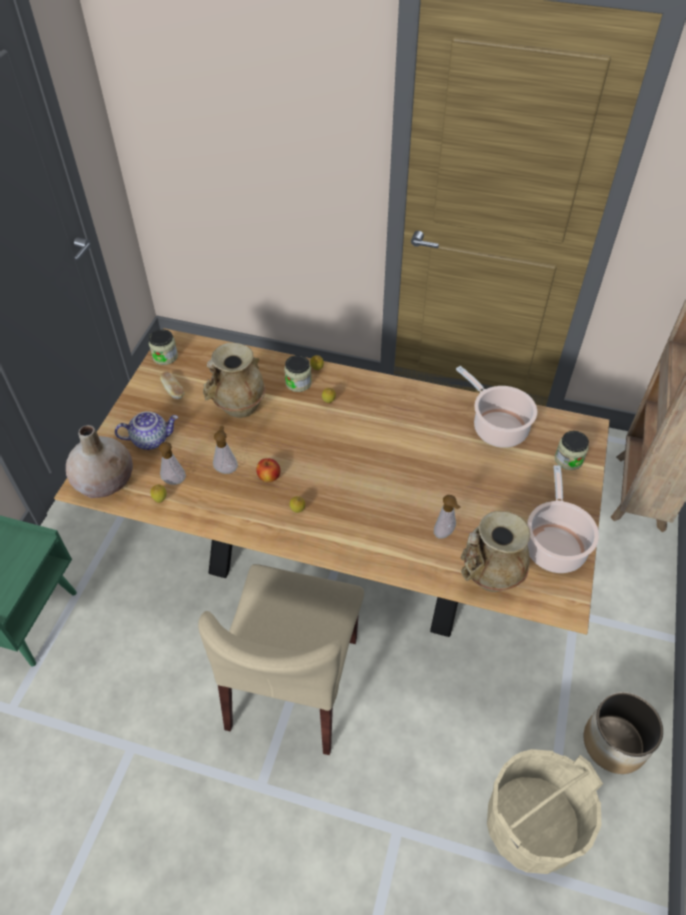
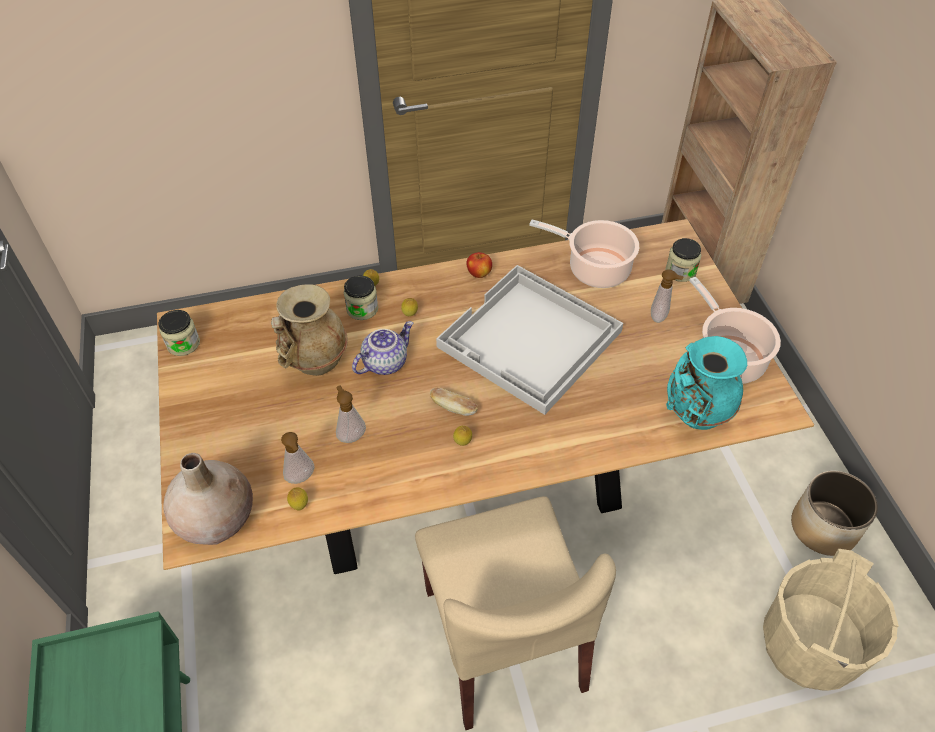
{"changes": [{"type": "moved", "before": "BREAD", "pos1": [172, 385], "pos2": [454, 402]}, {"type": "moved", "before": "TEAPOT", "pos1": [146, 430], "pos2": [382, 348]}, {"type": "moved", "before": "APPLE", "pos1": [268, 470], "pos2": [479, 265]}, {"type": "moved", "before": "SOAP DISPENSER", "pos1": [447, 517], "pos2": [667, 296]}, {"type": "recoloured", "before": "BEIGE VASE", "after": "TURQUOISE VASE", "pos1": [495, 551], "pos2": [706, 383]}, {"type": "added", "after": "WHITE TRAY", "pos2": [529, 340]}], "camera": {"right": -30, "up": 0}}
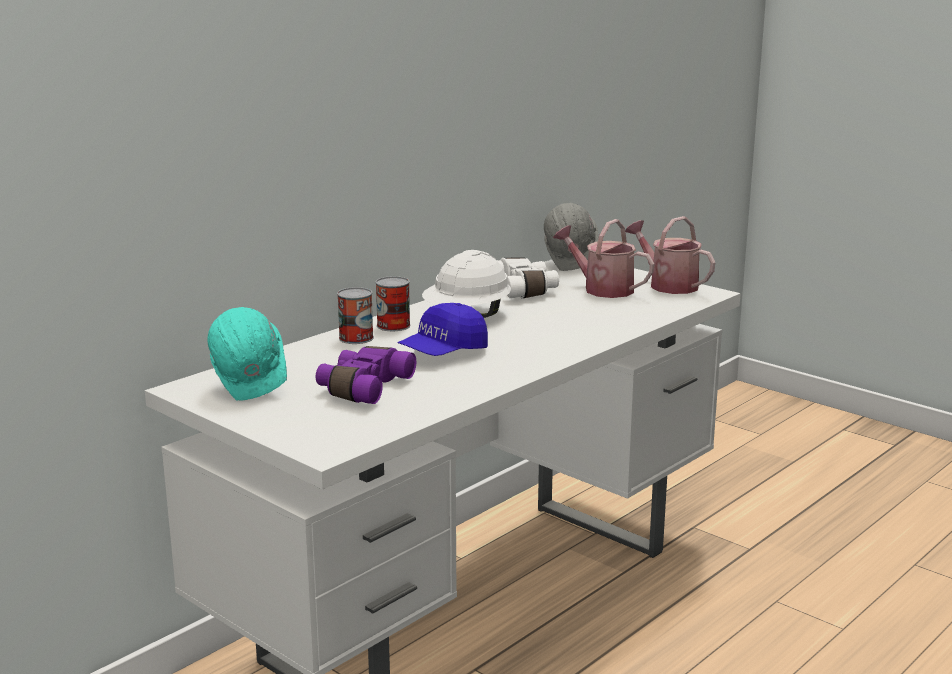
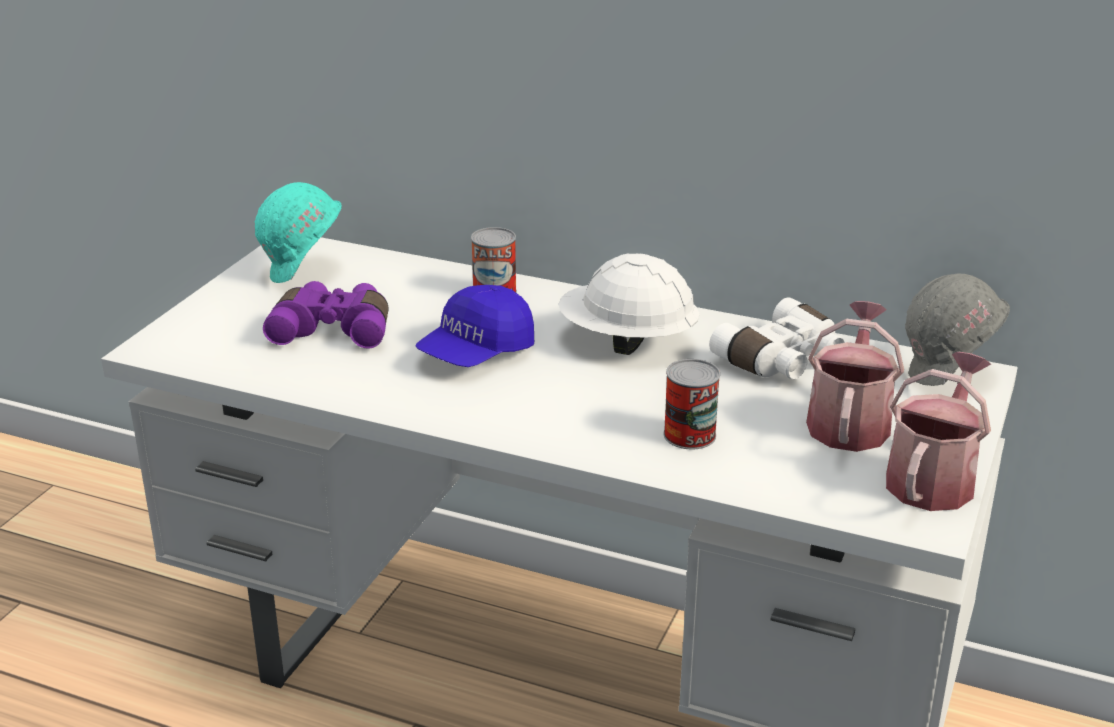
{"changes": [{"type": "moved", "before": "CAN", "pos1": [393, 303], "pos2": [692, 404]}, {"type": "turned", "before": "BLUE CAP", "pos1": [443, 329], "pos2": [474, 326], "turn": -75}], "camera": {"right": 70, "up": 10}}
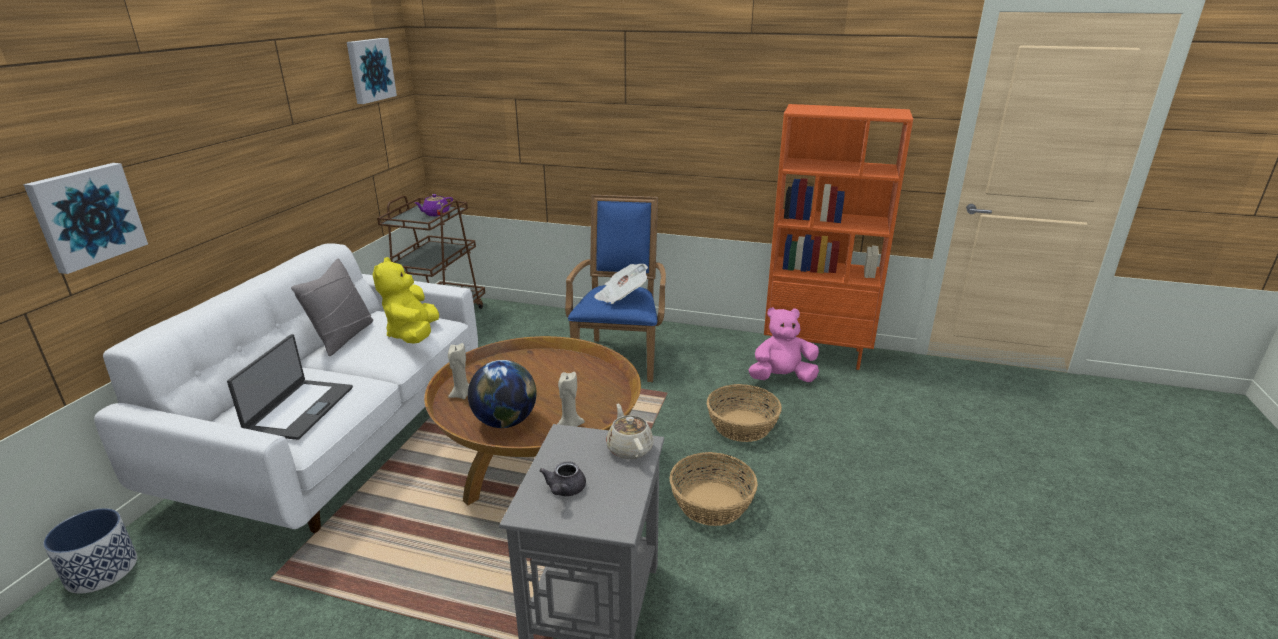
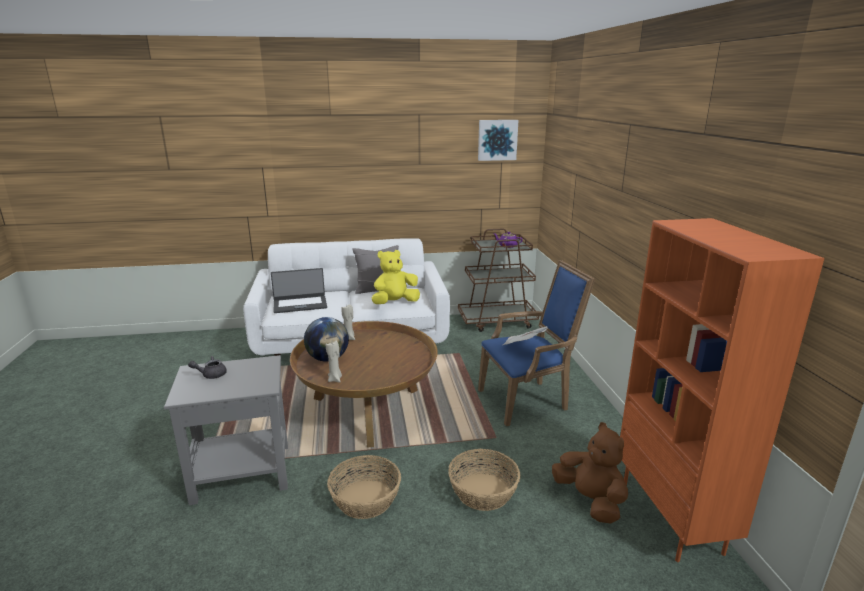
{"changes": [{"type": "removed", "before": "PICTURE", "pos1": [85, 218]}, {"type": "recoloured", "before": "PINK PLUSH TOY", "after": "BROWN PLUSH TOY", "pos1": [784, 344], "pos2": [590, 472]}, {"type": "removed", "before": "BEIGE TEAPOT", "pos1": [630, 431]}, {"type": "removed", "before": "PLANTER", "pos1": [90, 551]}], "camera": {"right": 65, "up": -5}}
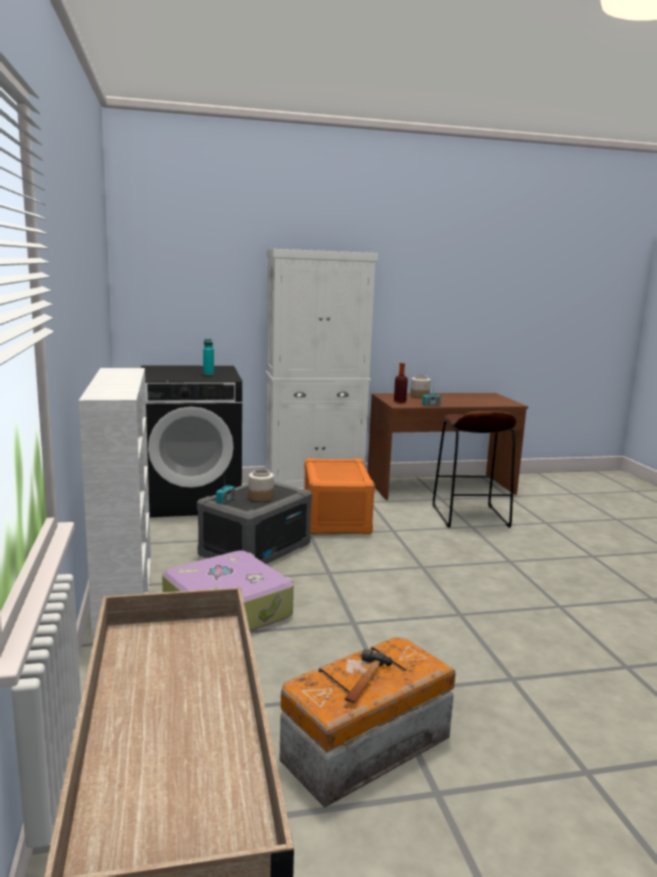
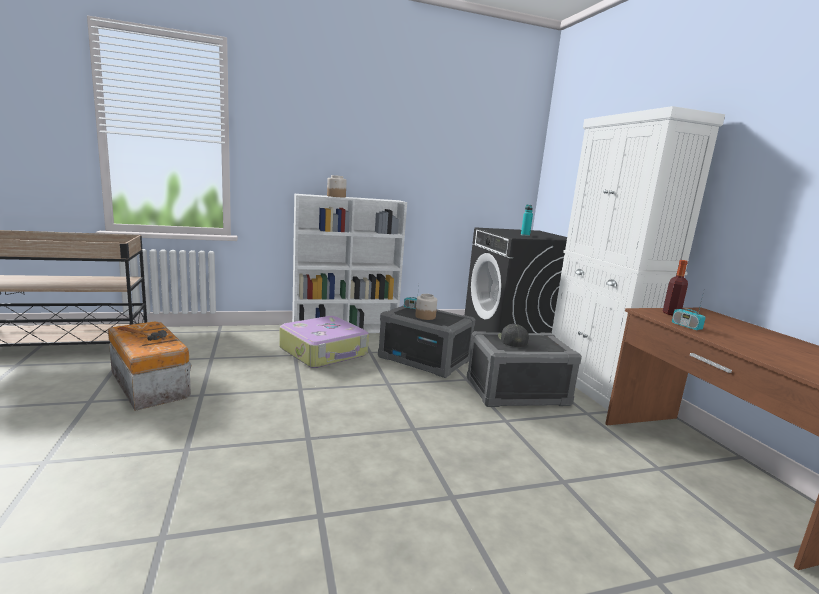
{"changes": [{"type": "moved", "before": "JAR", "pos1": [420, 386], "pos2": [337, 186]}, {"type": "removed", "before": "BROWN STOOL", "pos1": [474, 469]}, {"type": "recoloured", "before": "ORANGE STORAGE BOX", "after": "GREY STORAGE BOX", "pos1": [339, 496], "pos2": [524, 369]}, {"type": "added", "after": "BLACK CAP", "pos2": [513, 335]}], "camera": {"right": 85, "up": 0}}
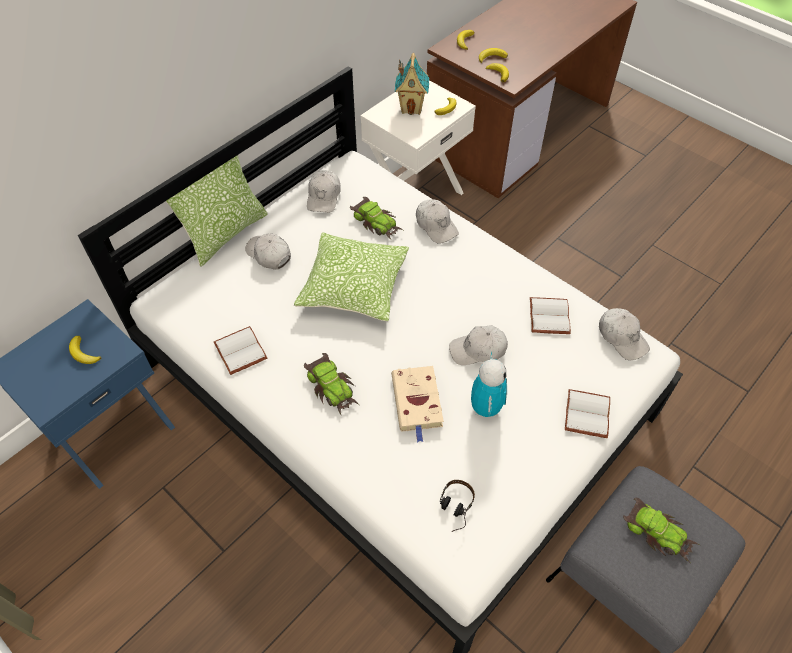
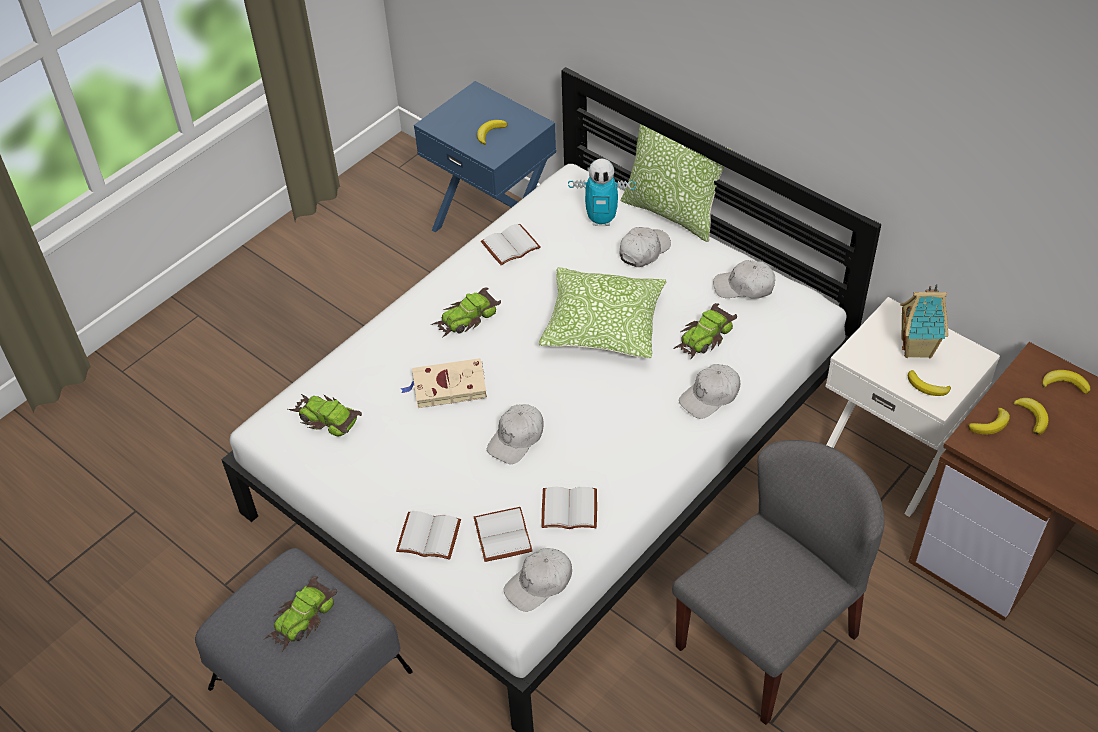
{"changes": [{"type": "turned", "before": "WHITE CAP", "pos1": [478, 345], "pos2": [515, 434], "turn": -135}, {"type": "moved", "before": "TOY ROBOT", "pos1": [489, 384], "pos2": [602, 192]}, {"type": "replaced", "before": "HEADPHONES", "after": "TOY CAR", "pos1": [457, 506], "pos2": [325, 415]}, {"type": "added", "after": "GREY CHAIR", "pos2": [778, 582]}, {"type": "added", "after": "WHITE BOOK", "pos2": [503, 534]}], "camera": {"right": 90, "up": -5}}
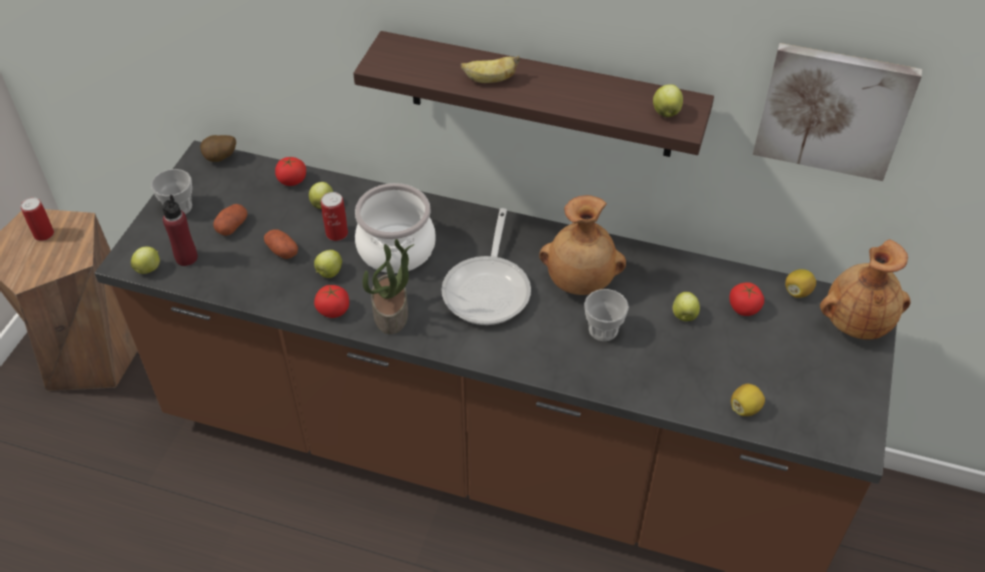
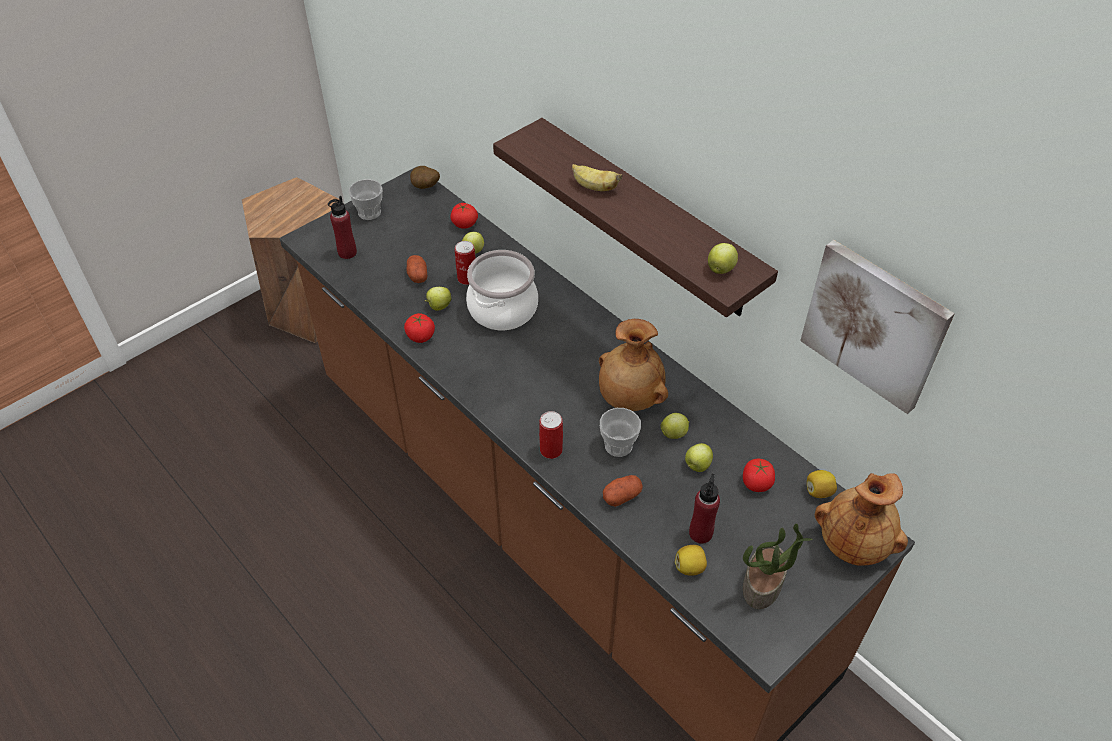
{"changes": [{"type": "moved", "before": "CAN", "pos1": [37, 219], "pos2": [551, 435]}, {"type": "moved", "before": "POTATO", "pos1": [230, 220], "pos2": [623, 491]}, {"type": "removed", "before": "FRYING PAN", "pos1": [486, 266]}, {"type": "moved", "before": "POTTED PLANT", "pos1": [388, 286], "pos2": [778, 566]}, {"type": "moved", "before": "APPLE", "pos1": [145, 260], "pos2": [675, 426]}, {"type": "added", "after": "RED BOTTLE", "pos2": [704, 509]}], "camera": {"right": 30, "up": 0}}
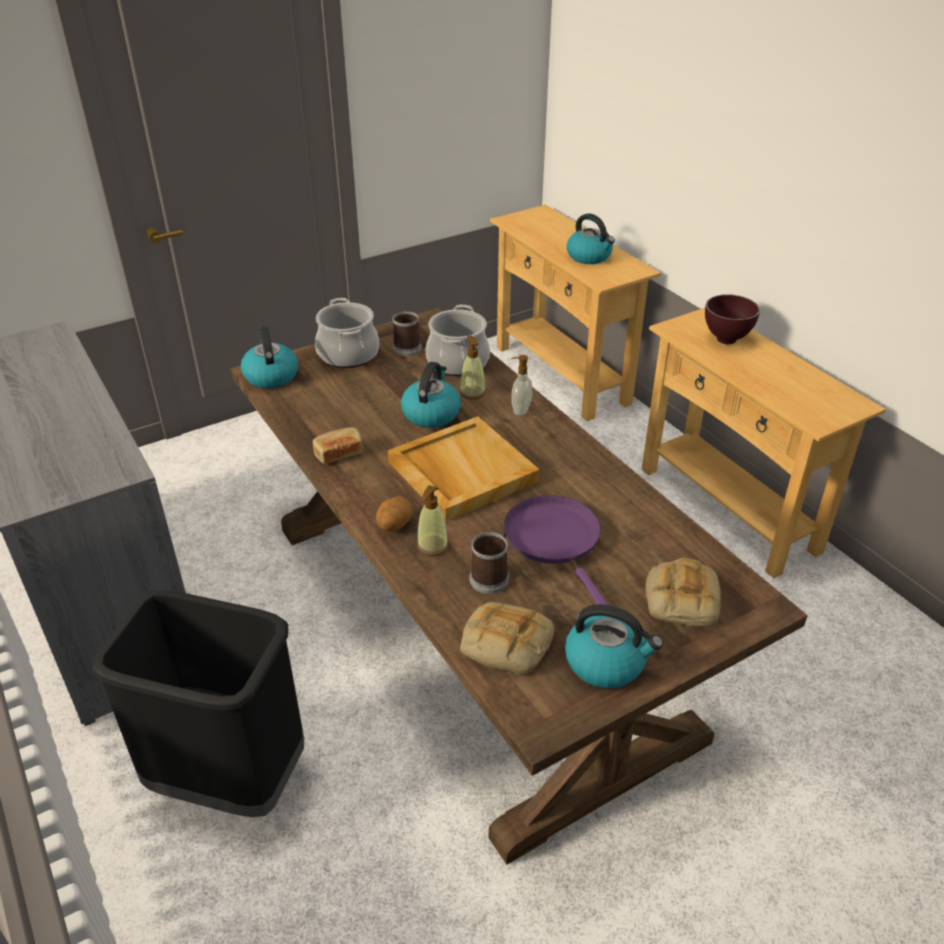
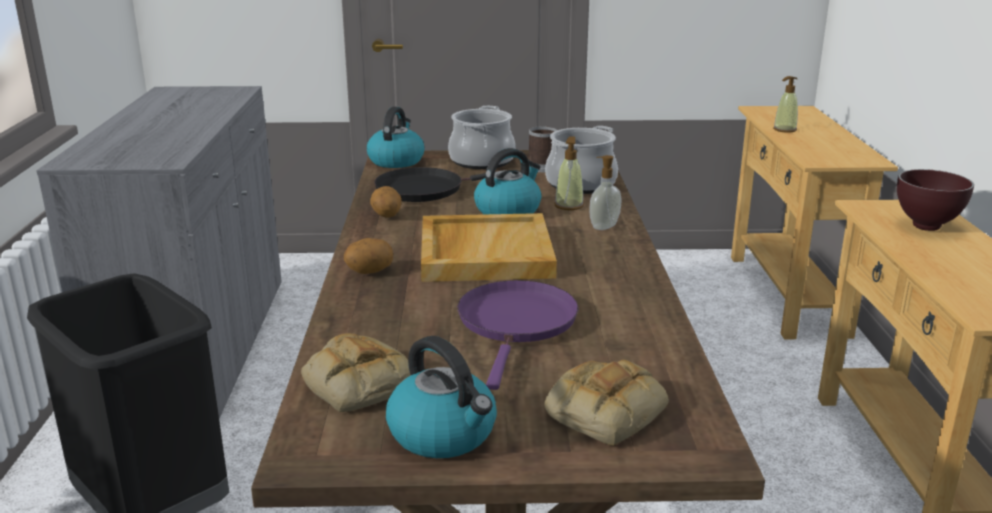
{"changes": [{"type": "removed", "before": "KETTLE", "pos1": [591, 238]}, {"type": "replaced", "before": "BREAD", "after": "POTATO", "pos1": [338, 445], "pos2": [386, 202]}, {"type": "moved", "before": "SOAP DISPENSER", "pos1": [433, 520], "pos2": [785, 104]}, {"type": "removed", "before": "MUG", "pos1": [489, 561]}, {"type": "added", "after": "BLACK FRYING PAN", "pos2": [447, 184]}], "camera": {"right": 30, "up": -15}}
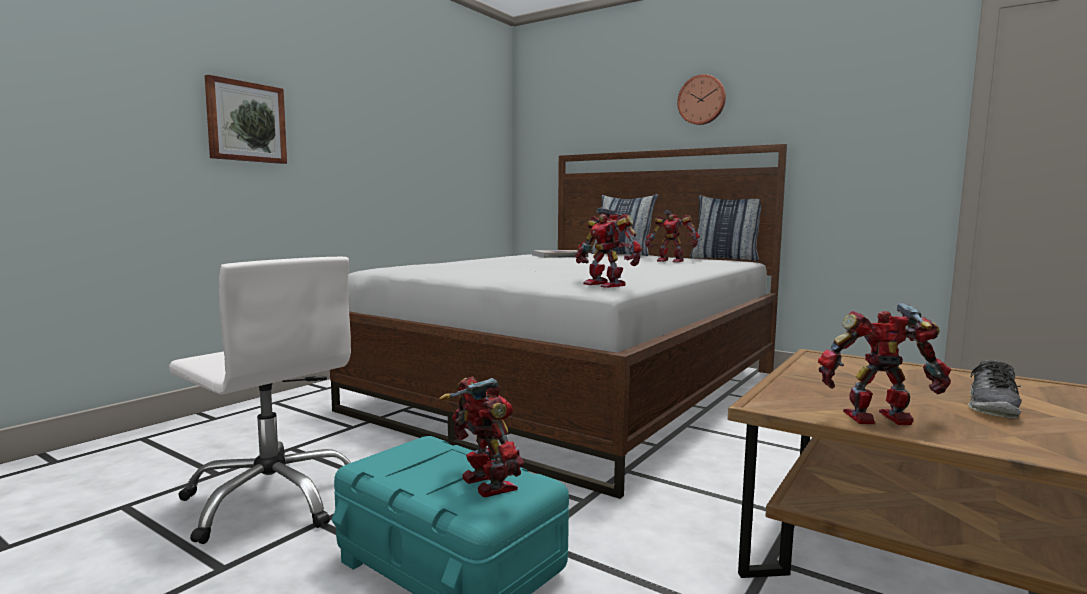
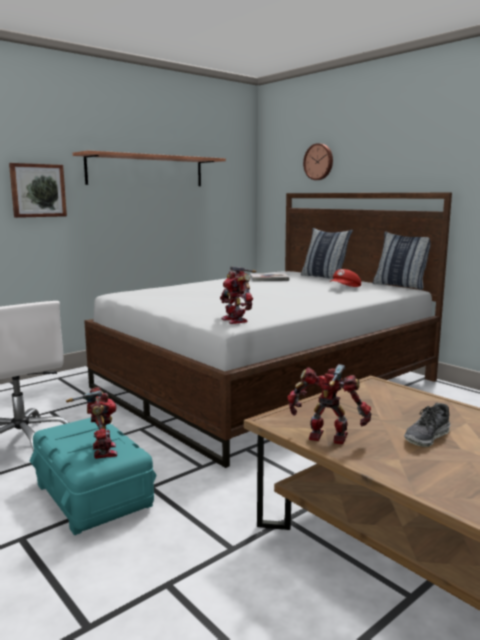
{"changes": [{"type": "moved", "before": "WALL CLOCK", "pos1": [701, 99], "pos2": [318, 161]}, {"type": "replaced", "before": "TOY ROBOT", "after": "RED CAP", "pos1": [672, 236], "pos2": [345, 278]}, {"type": "added", "after": "SHELF", "pos2": [149, 168]}], "camera": {"right": 15, "up": 5}}
